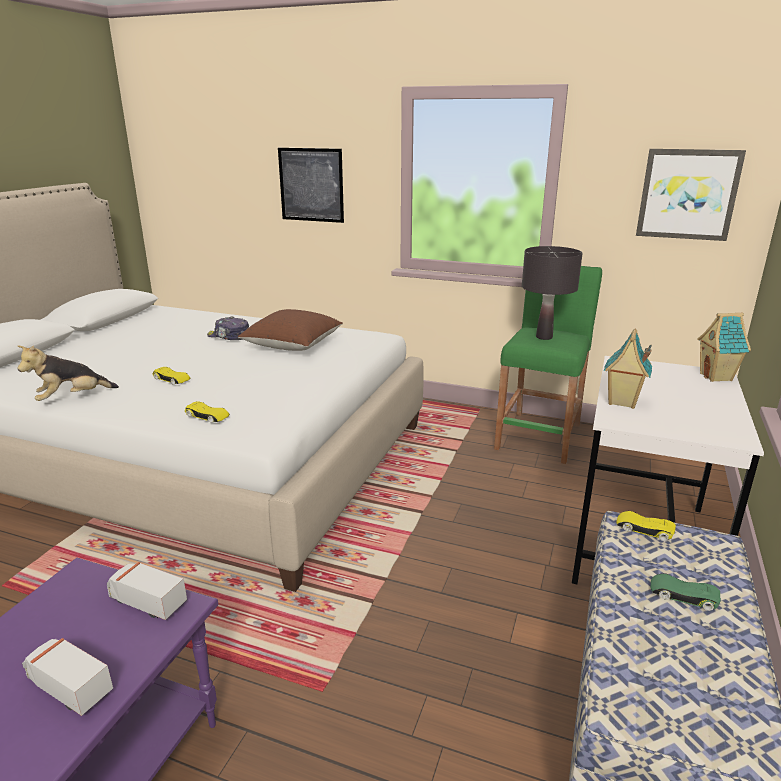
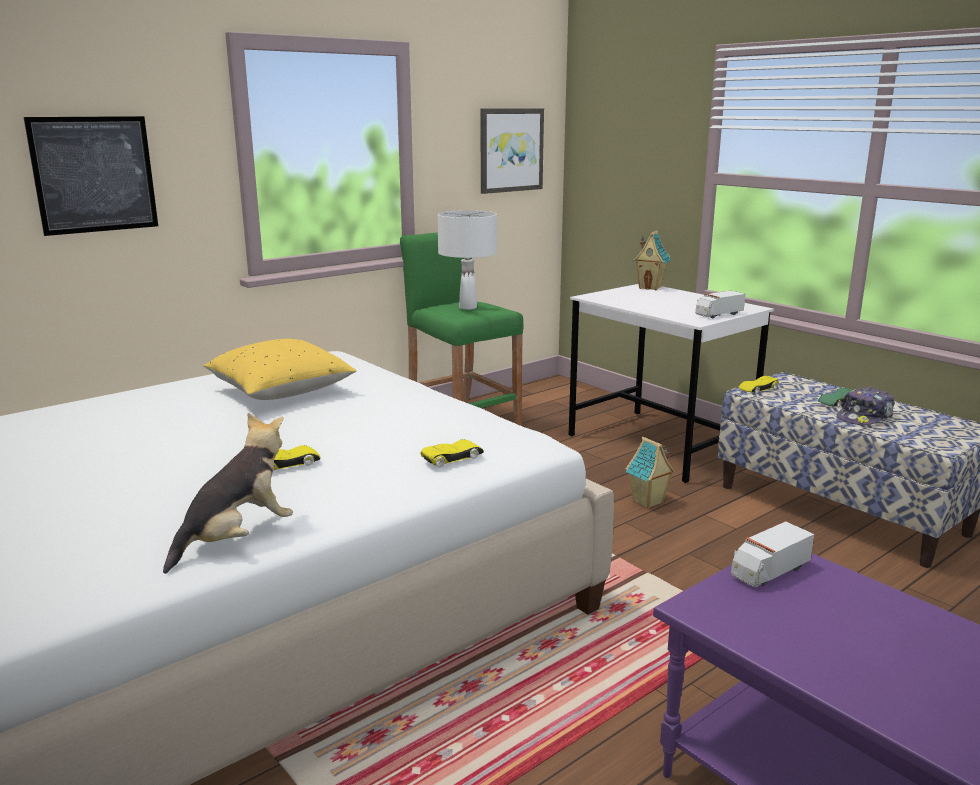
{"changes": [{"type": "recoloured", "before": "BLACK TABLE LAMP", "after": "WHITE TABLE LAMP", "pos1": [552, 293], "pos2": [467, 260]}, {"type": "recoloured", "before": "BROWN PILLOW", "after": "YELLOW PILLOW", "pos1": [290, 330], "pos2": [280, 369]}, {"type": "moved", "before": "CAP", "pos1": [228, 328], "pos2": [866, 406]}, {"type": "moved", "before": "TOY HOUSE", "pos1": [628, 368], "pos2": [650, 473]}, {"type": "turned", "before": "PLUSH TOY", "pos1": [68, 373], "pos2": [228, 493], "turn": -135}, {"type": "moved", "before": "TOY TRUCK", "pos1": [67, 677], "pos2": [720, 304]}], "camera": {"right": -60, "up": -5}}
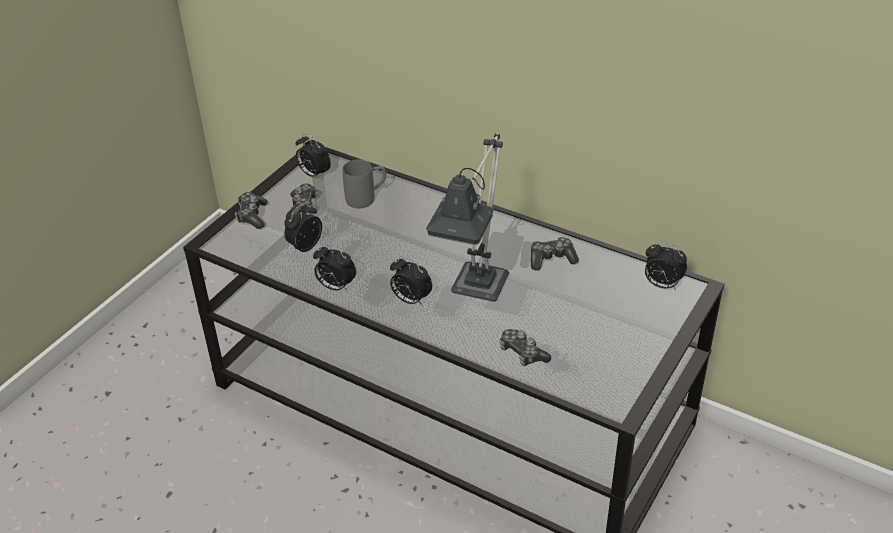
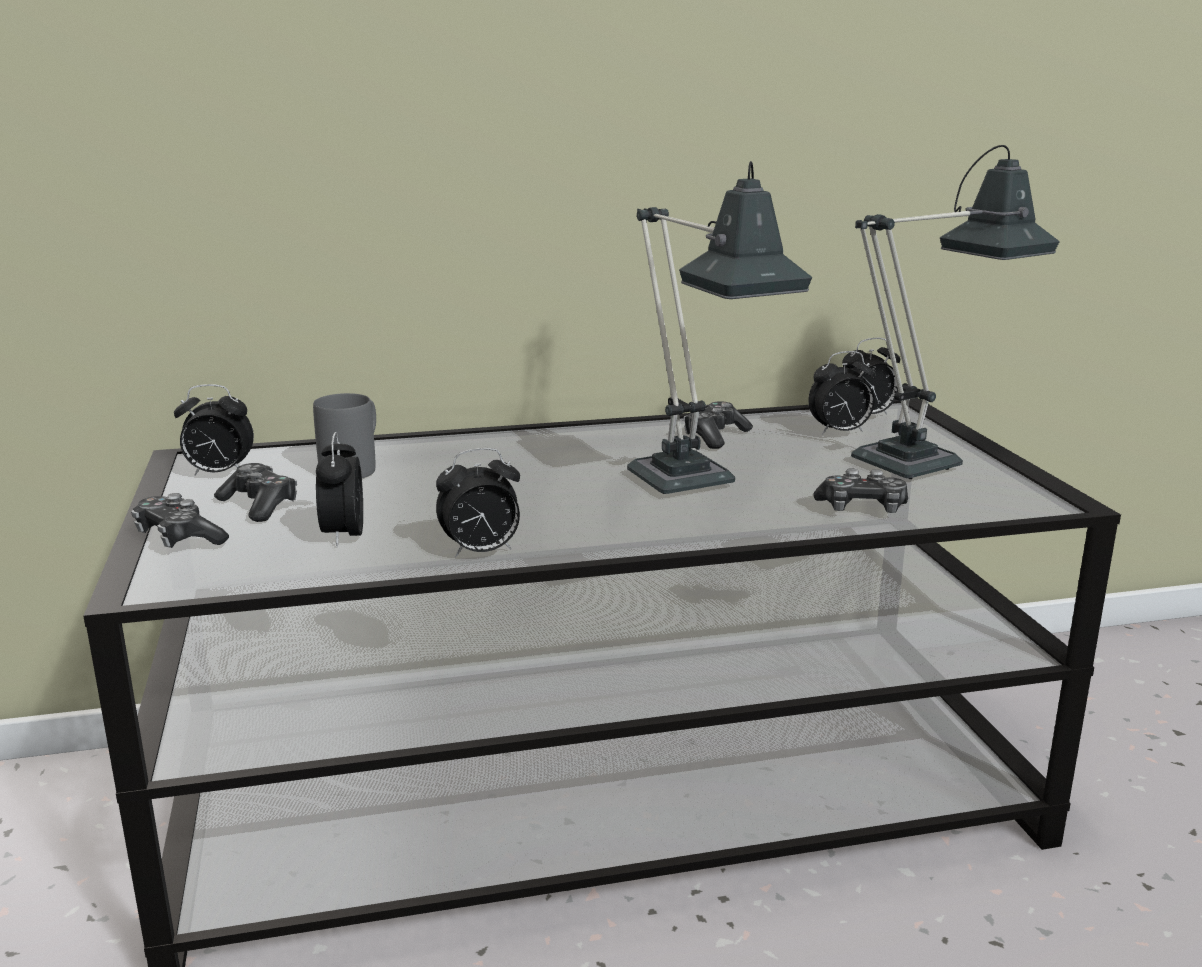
{"changes": [{"type": "moved", "before": "ALARM CLOCK", "pos1": [411, 281], "pos2": [842, 393]}, {"type": "added", "after": "TABLE LAMP", "pos2": [955, 312]}], "camera": {"right": -45, "up": -20}}
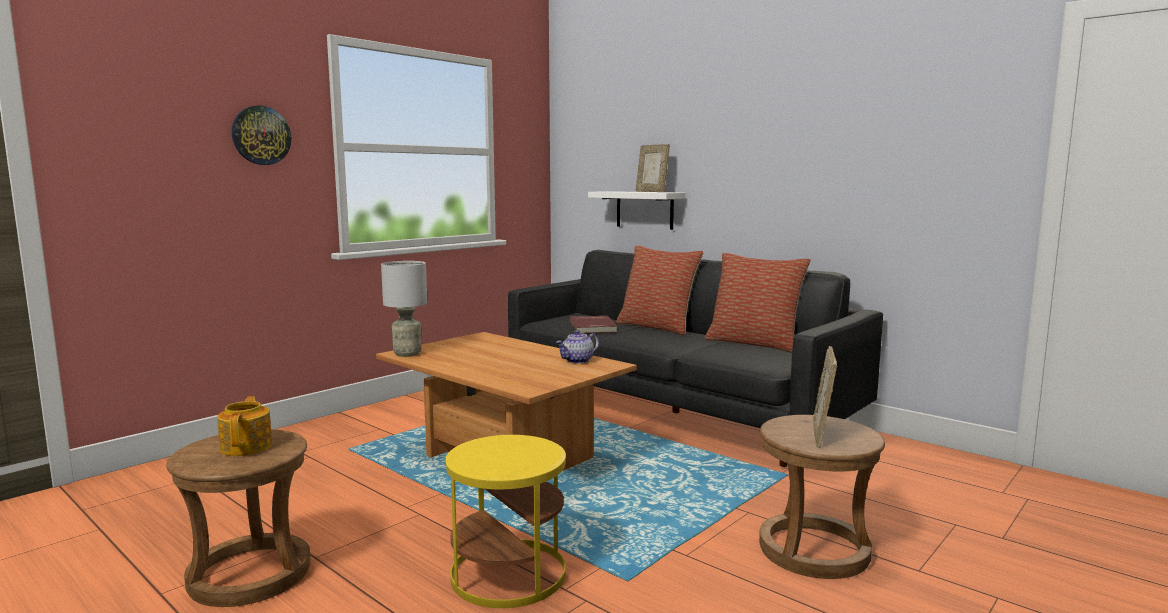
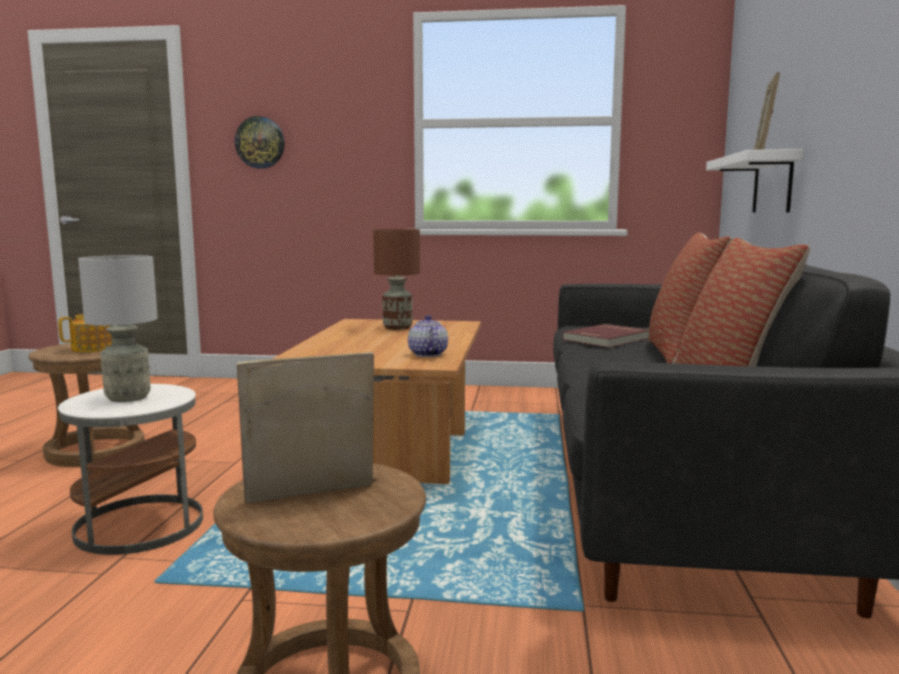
{"changes": [{"type": "moved", "before": "WALL CLOCK", "pos1": [261, 135], "pos2": [260, 142]}, {"type": "moved", "before": "GREY TABLE LAMP", "pos1": [404, 309], "pos2": [118, 328]}, {"type": "turned", "before": "TEAPOT", "pos1": [577, 347], "pos2": [428, 336], "turn": 60}, {"type": "recoloured", "before": "YELLOW SIDE TABLE", "after": "WHITE SIDE TABLE", "pos1": [505, 521], "pos2": [130, 469]}, {"type": "added", "after": "BROWN TABLE LAMP", "pos2": [396, 279]}], "camera": {"right": 55, "up": 0}}
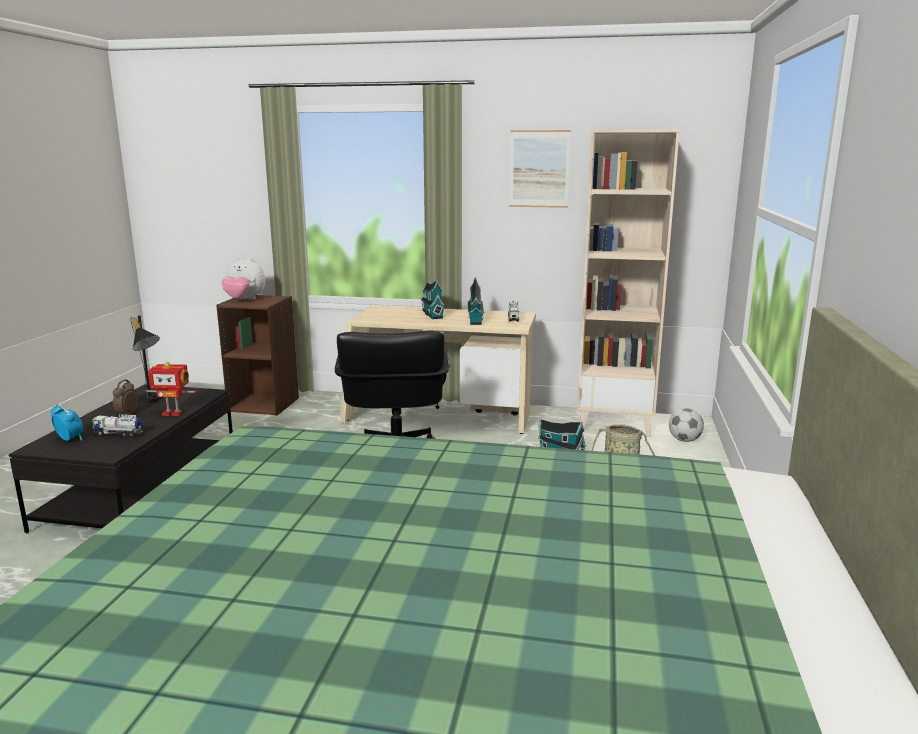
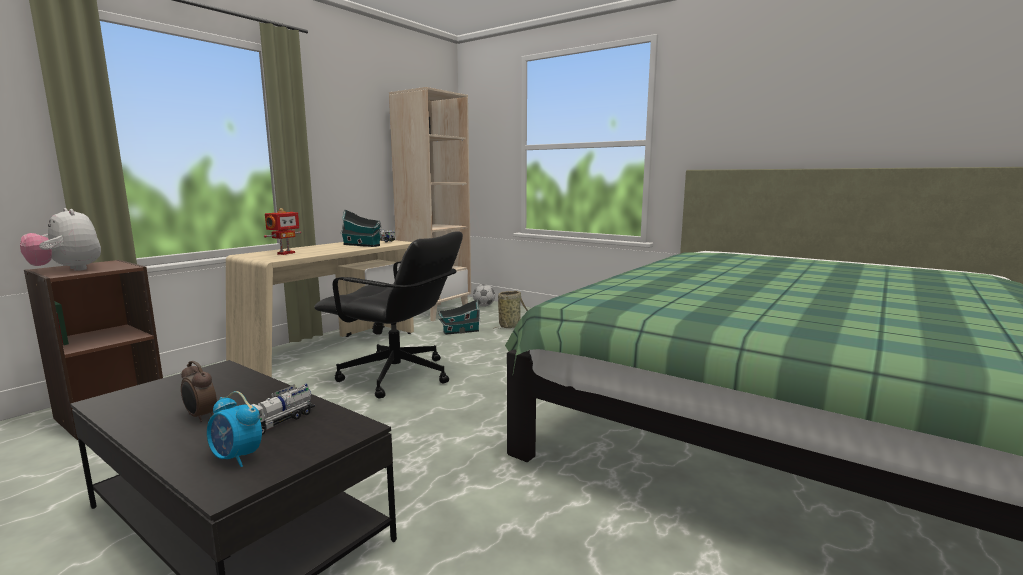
{"changes": [{"type": "removed", "before": "PICTURE", "pos1": [540, 169]}, {"type": "turned", "before": "PLUSH TOY", "pos1": [243, 279], "pos2": [60, 239], "turn": 90}, {"type": "removed", "before": "TOY HOUSE", "pos1": [432, 299]}, {"type": "removed", "before": "BLACK TABLE LAMP", "pos1": [147, 359]}, {"type": "moved", "before": "TOY ROBOT", "pos1": [170, 389], "pos2": [282, 231]}, {"type": "turned", "before": "ALARM CLOCK", "pos1": [67, 422], "pos2": [234, 429], "turn": -120}], "camera": {"right": -65, "up": -5}}
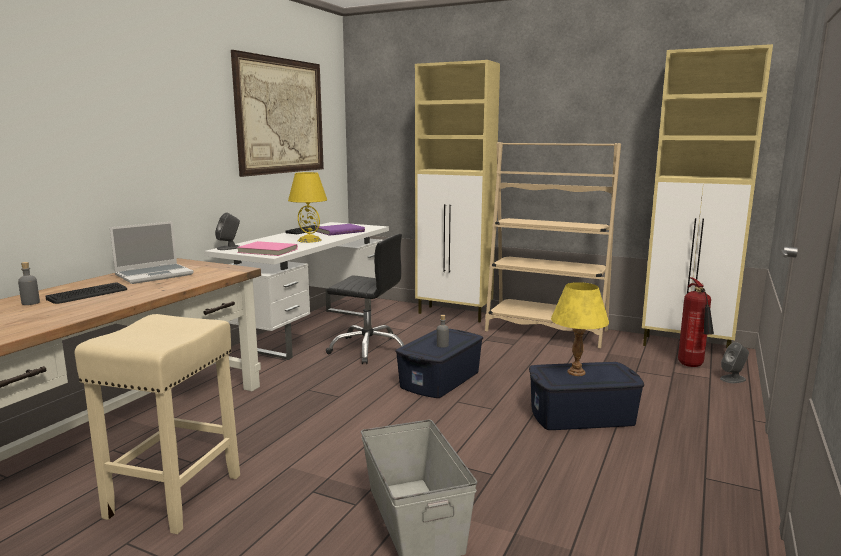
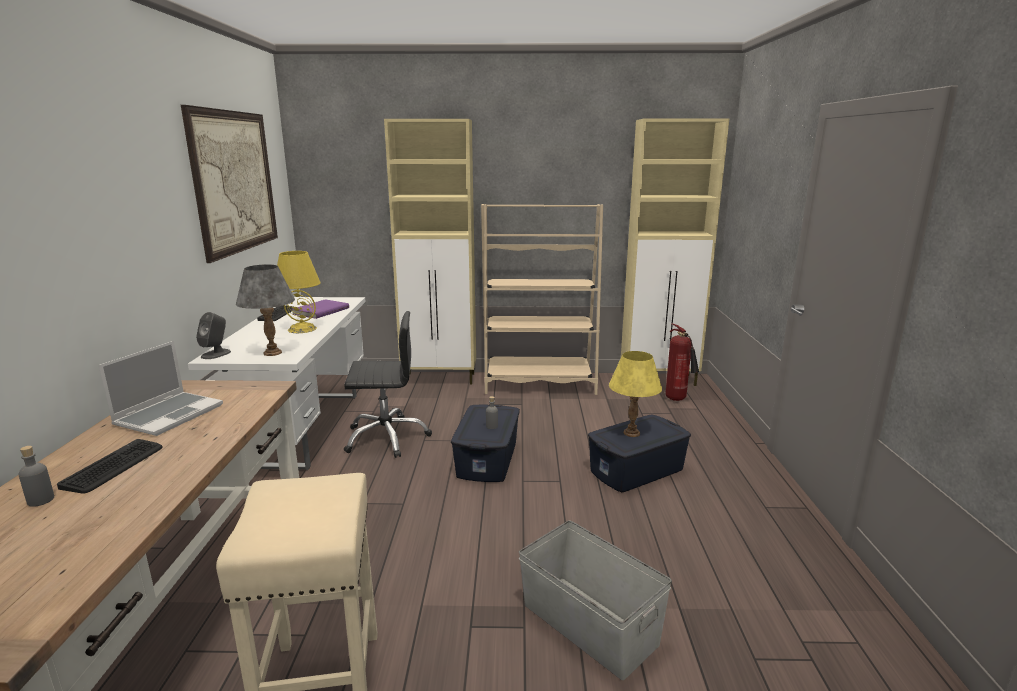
{"changes": [{"type": "replaced", "before": "PINK BOOK", "after": "GREY TABLE LAMP", "pos1": [267, 248], "pos2": [265, 310]}, {"type": "removed", "before": "GREY SPEAKER", "pos1": [734, 362]}], "camera": {"right": -25, "up": 5}}
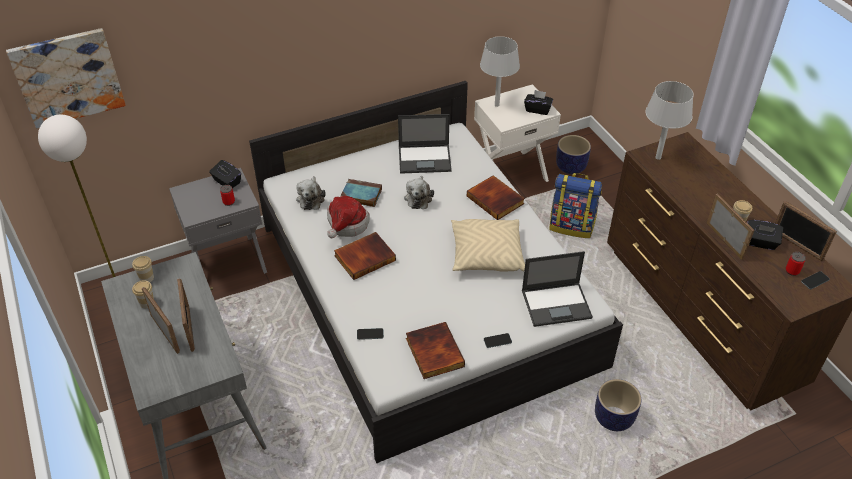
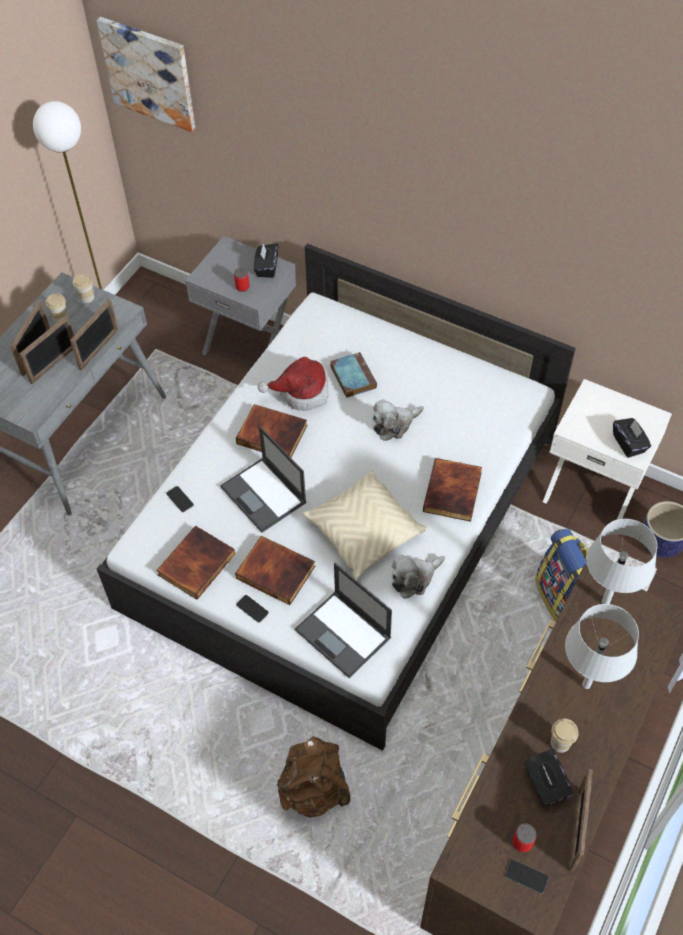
{"changes": [{"type": "moved", "before": "GREY TABLE LAMP", "pos1": [500, 71], "pos2": [602, 646]}, {"type": "moved", "before": "LAPTOP", "pos1": [425, 144], "pos2": [263, 479]}, {"type": "moved", "before": "PLUSH TOY", "pos1": [311, 193], "pos2": [418, 577]}, {"type": "moved", "before": "PICTURE FRAME", "pos1": [730, 227], "pos2": [94, 335]}, {"type": "replaced", "before": "PLANTER", "after": "BROWN BACKPACK", "pos1": [618, 405], "pos2": [313, 777]}, {"type": "added", "after": "BOOK", "pos2": [275, 570]}], "camera": {"right": 55, "up": 10}}
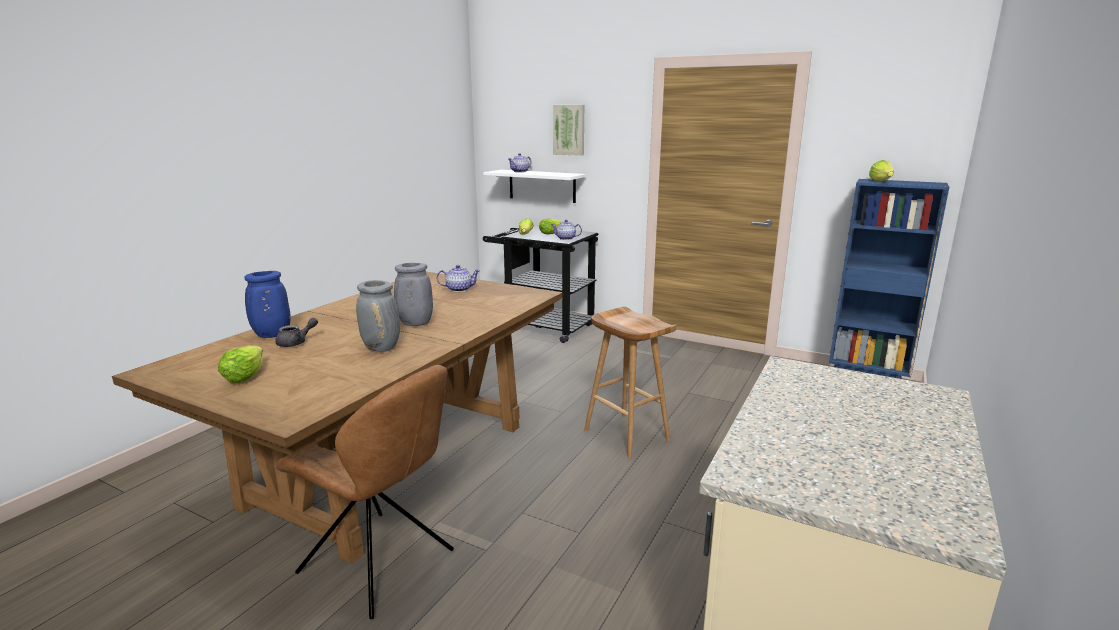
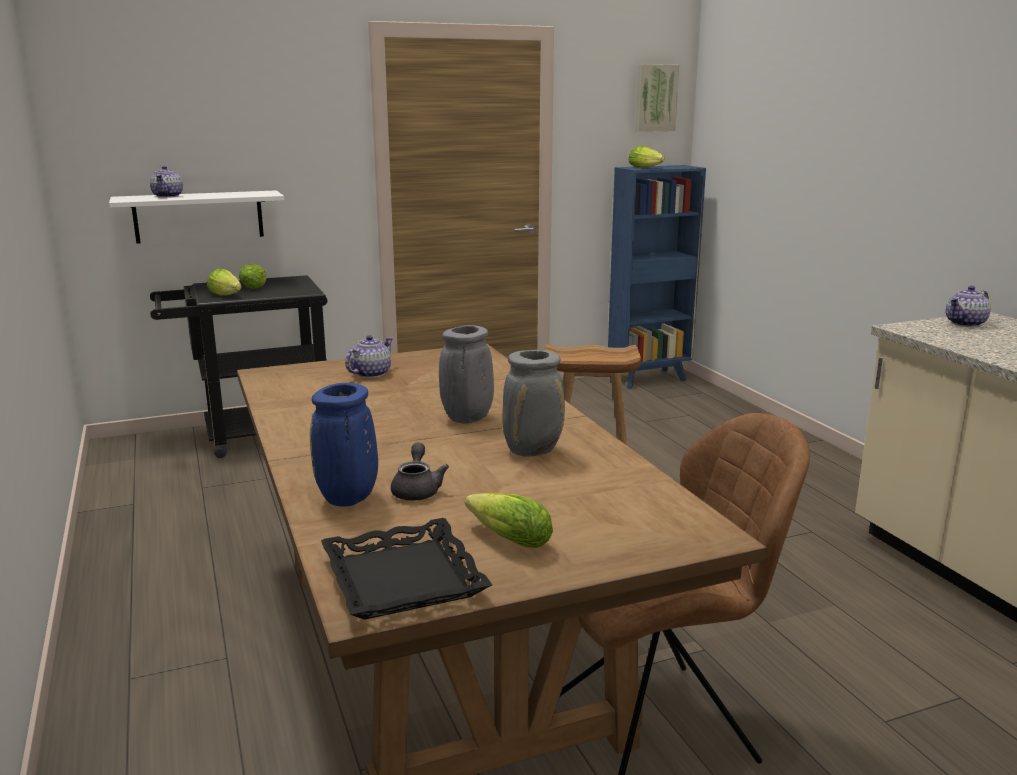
{"changes": [{"type": "moved", "before": "PICTURE", "pos1": [568, 130], "pos2": [657, 98]}, {"type": "moved", "before": "TEAPOT", "pos1": [566, 230], "pos2": [968, 306]}, {"type": "added", "after": "BLACK TRAY", "pos2": [406, 569]}], "camera": {"right": -50, "up": 0}}
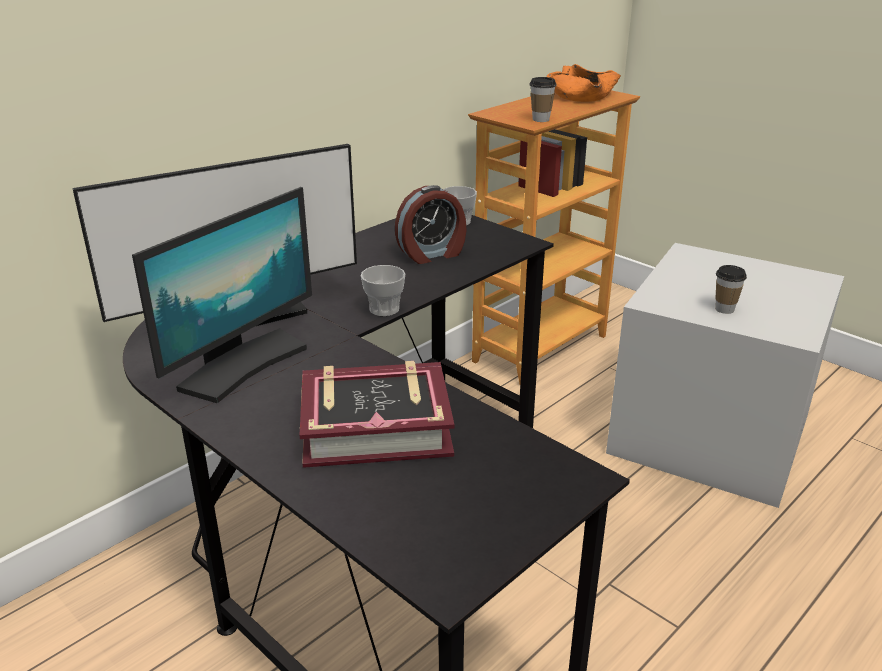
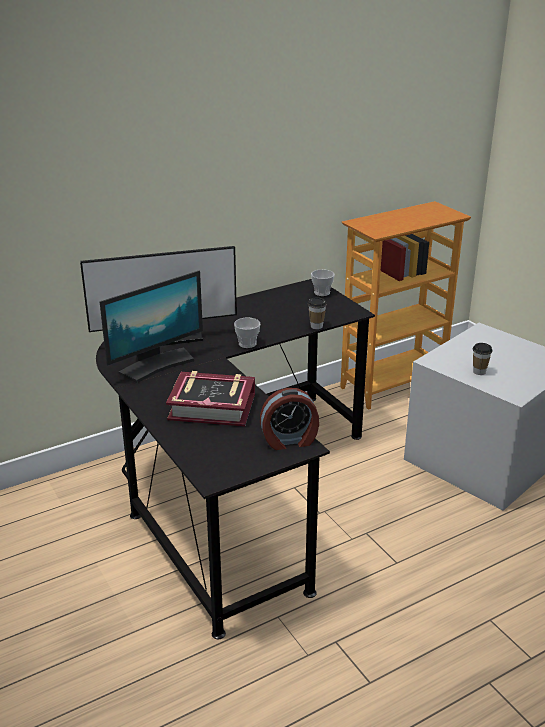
{"changes": [{"type": "removed", "before": "ORANGE BOWL", "pos1": [583, 83]}, {"type": "moved", "before": "CUP", "pos1": [543, 99], "pos2": [317, 313]}, {"type": "moved", "before": "ALARM CLOCK", "pos1": [431, 224], "pos2": [289, 419]}], "camera": {"right": 15, "up": 0}}
